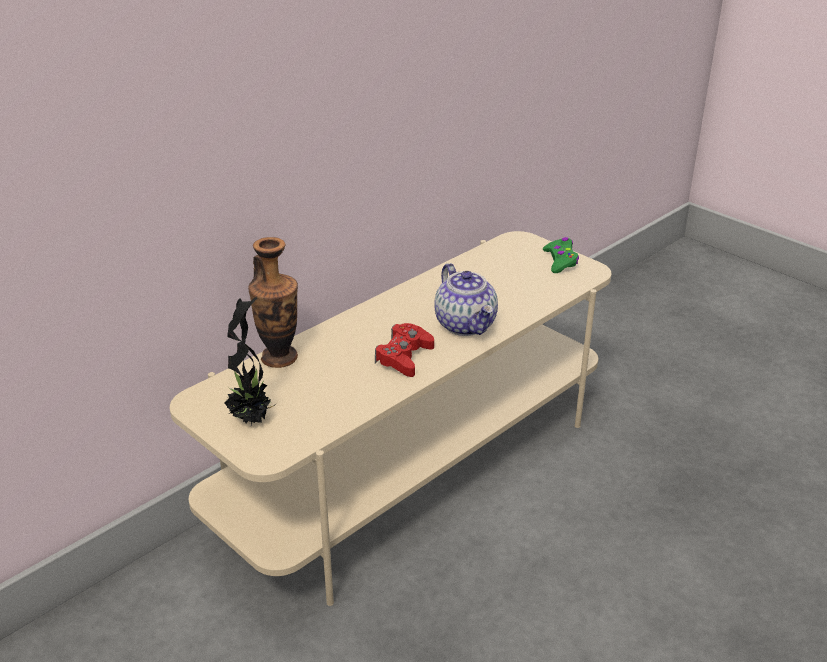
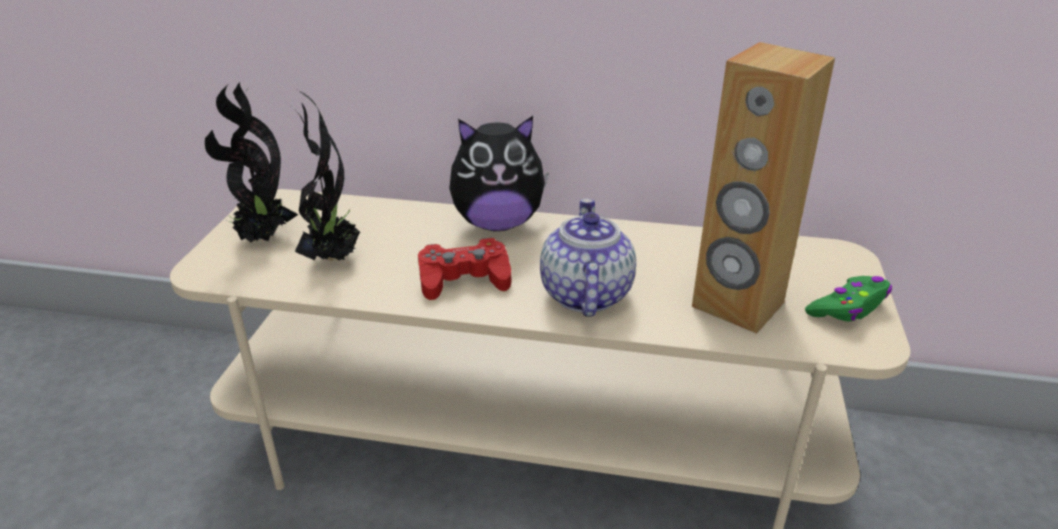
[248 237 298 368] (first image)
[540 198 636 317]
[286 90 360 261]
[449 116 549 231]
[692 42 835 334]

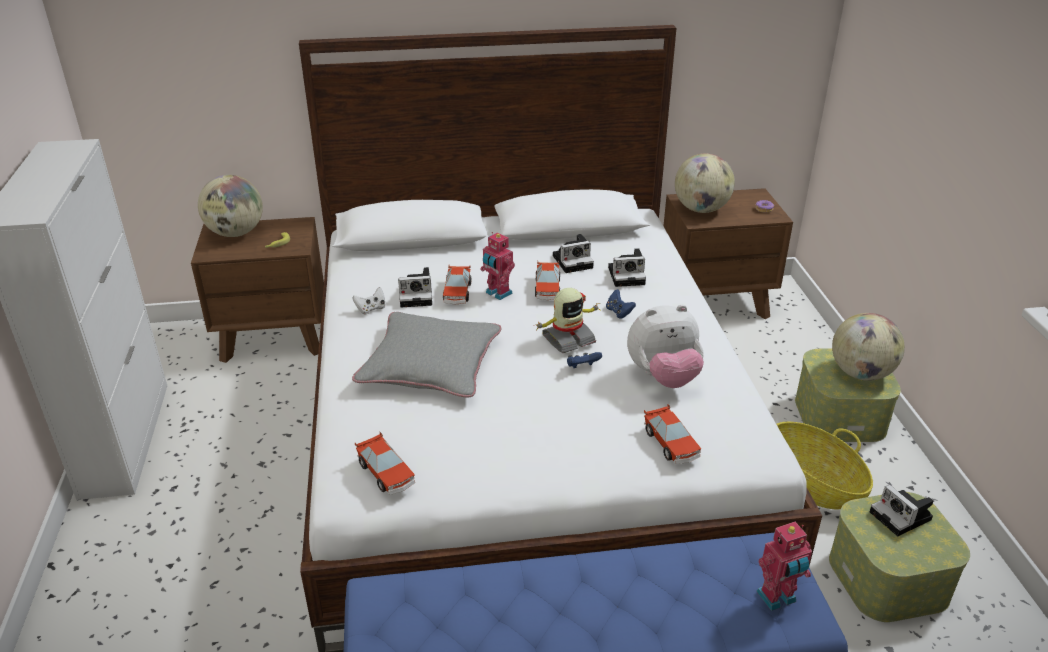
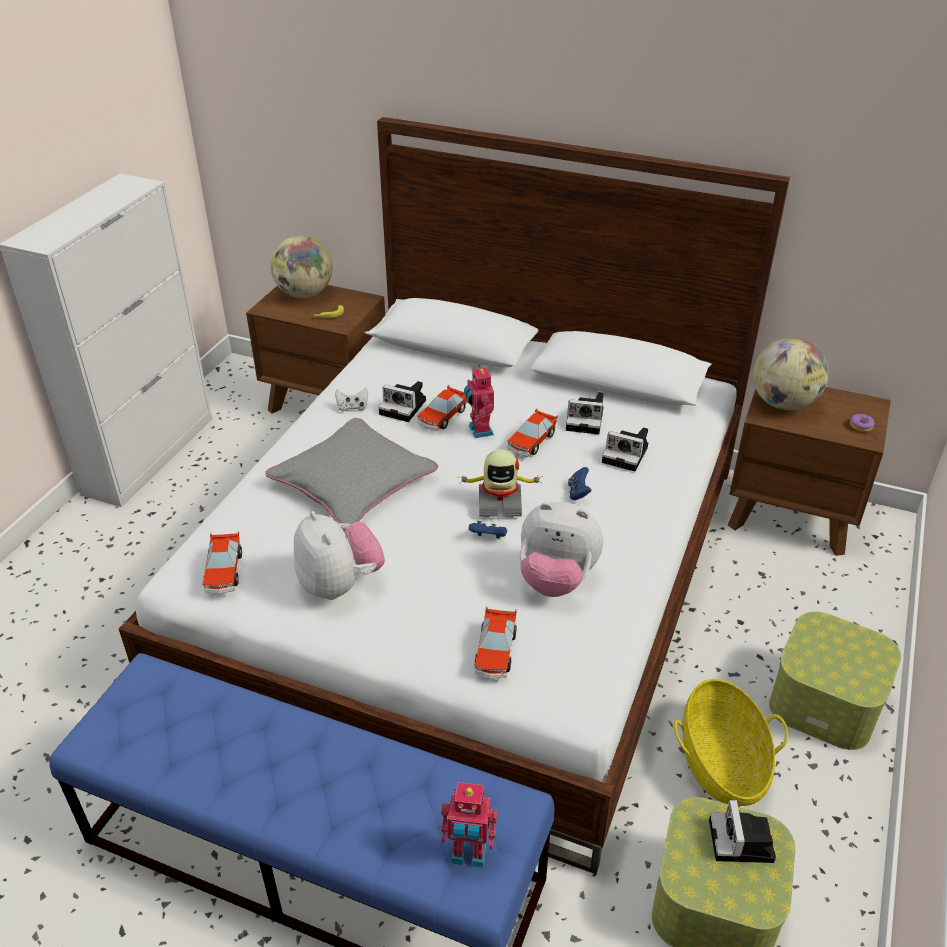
[832 313 905 381] (first image)
[294 511 385 600]

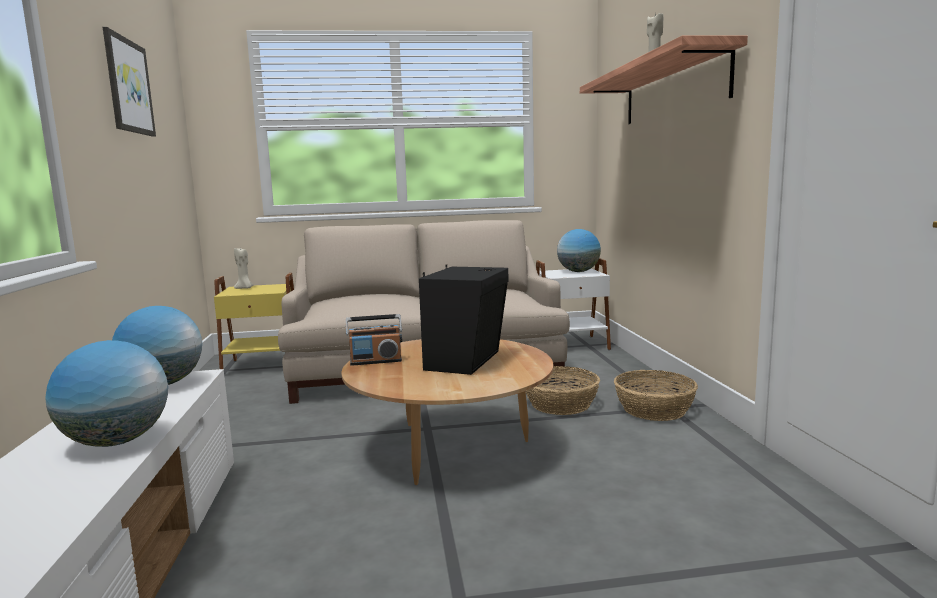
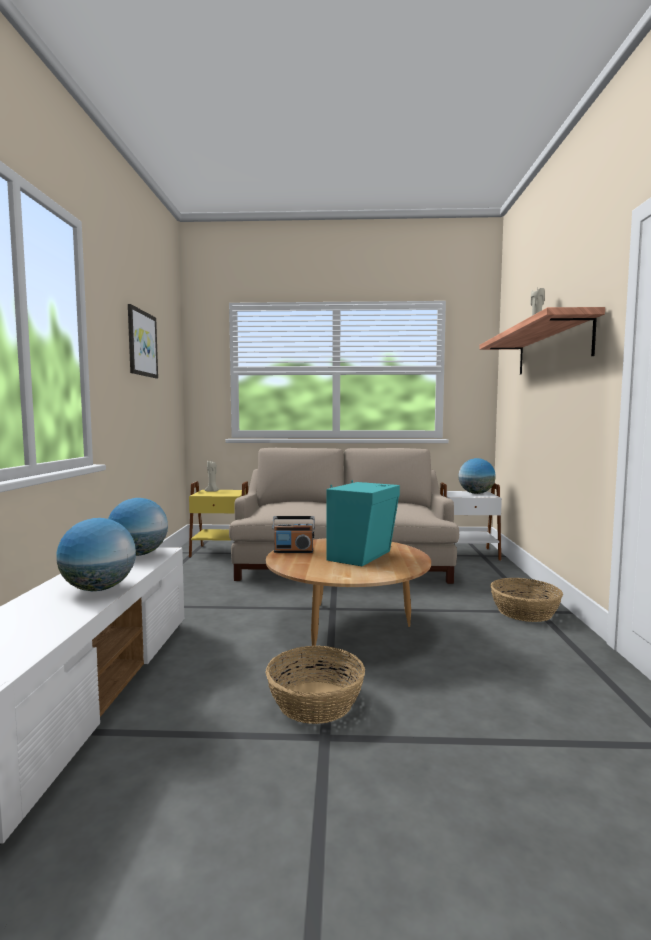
[326 480 400 566]
[265 646 365 724]

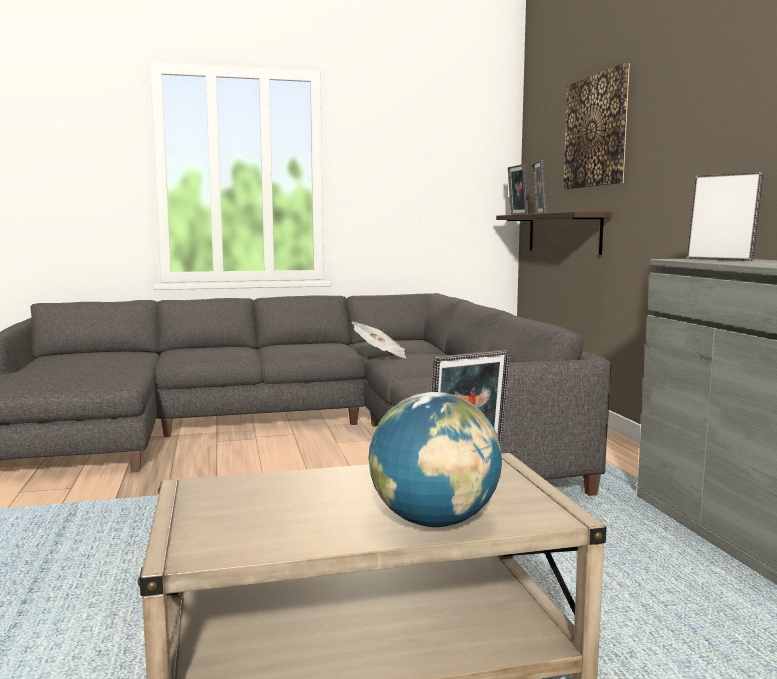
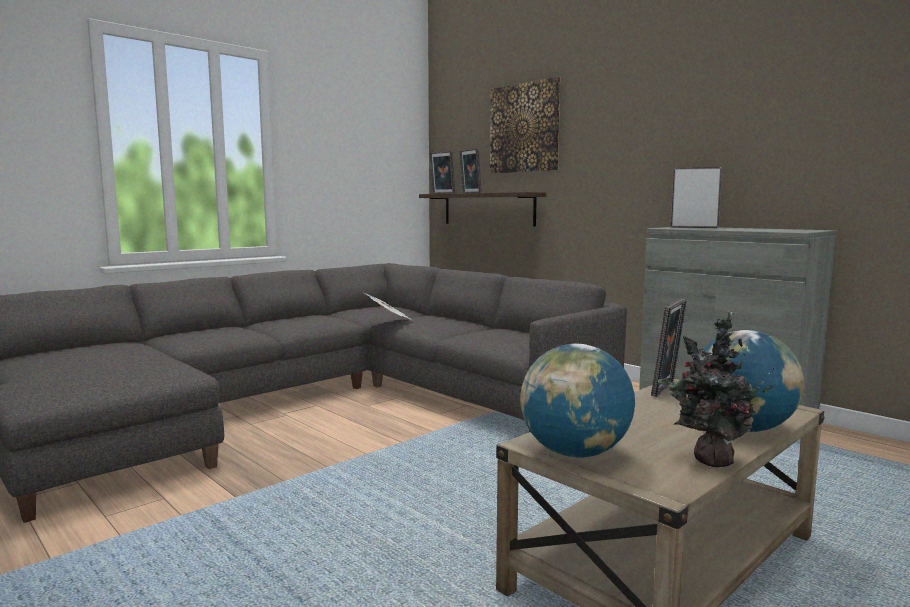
[520 344 635 458]
[658 311 775 467]

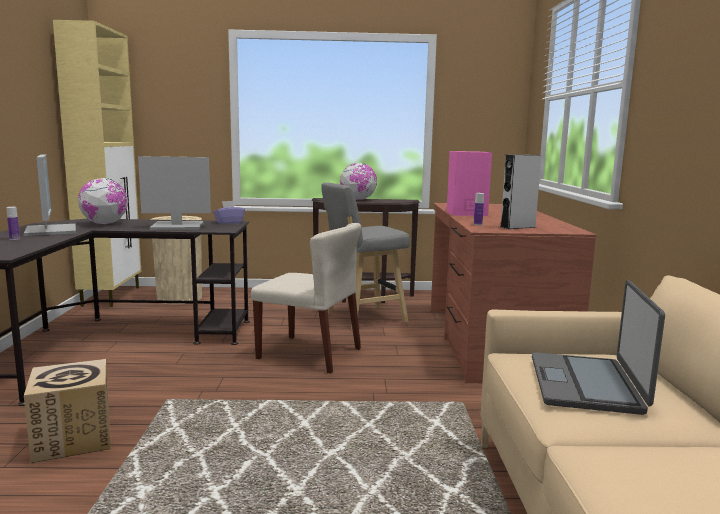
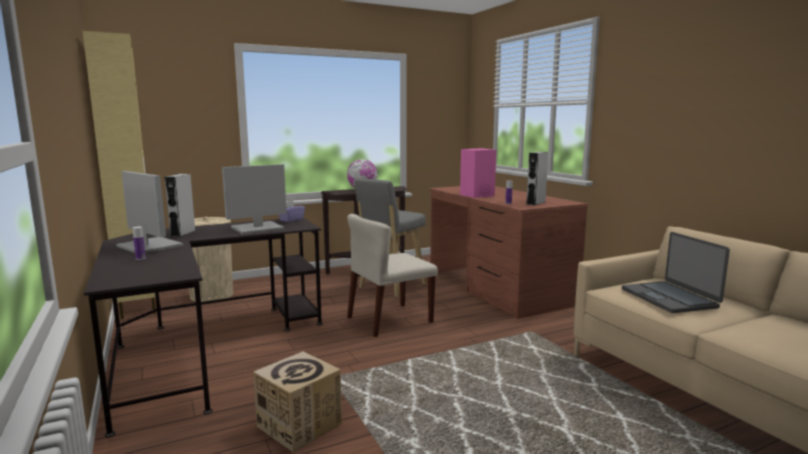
[165 174 195 237]
[347 214 438 337]

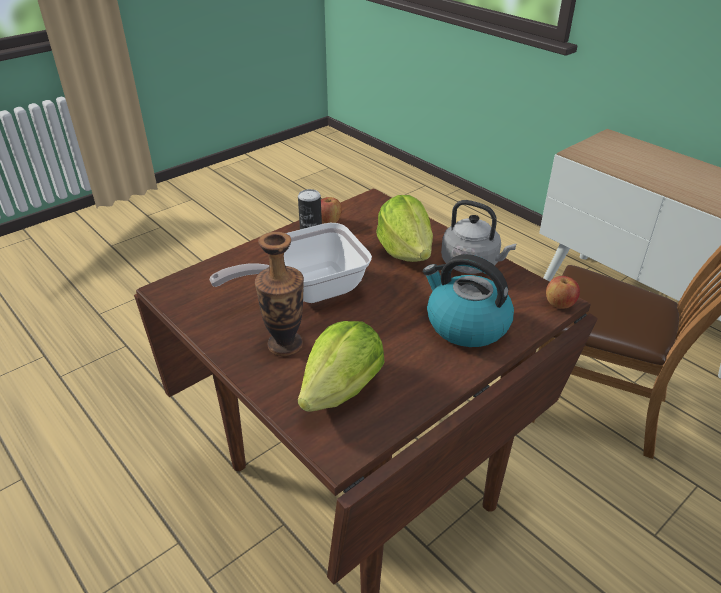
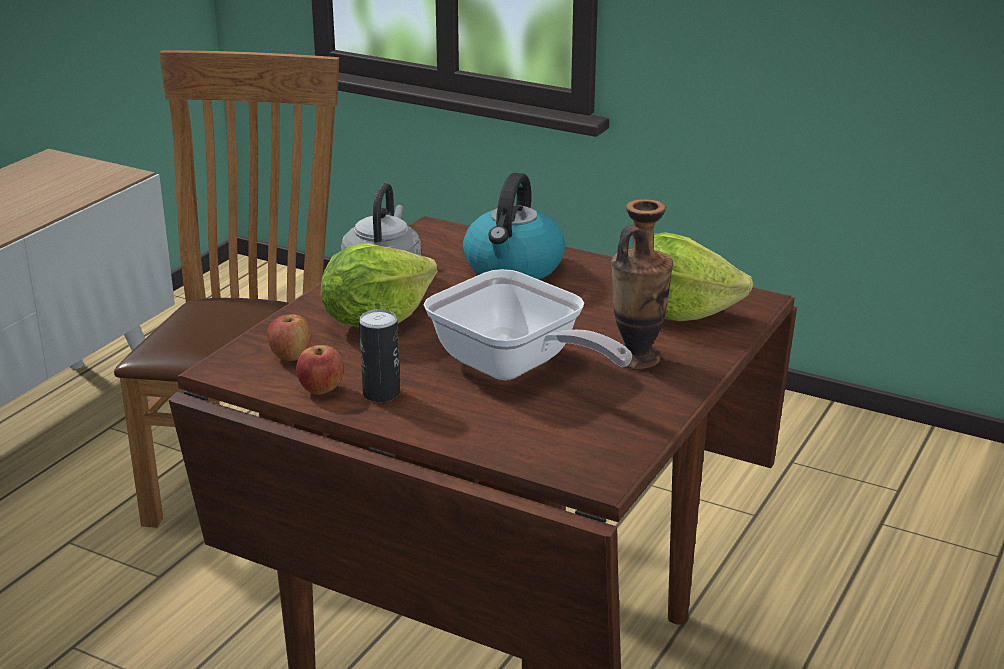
[267 314 311 361]

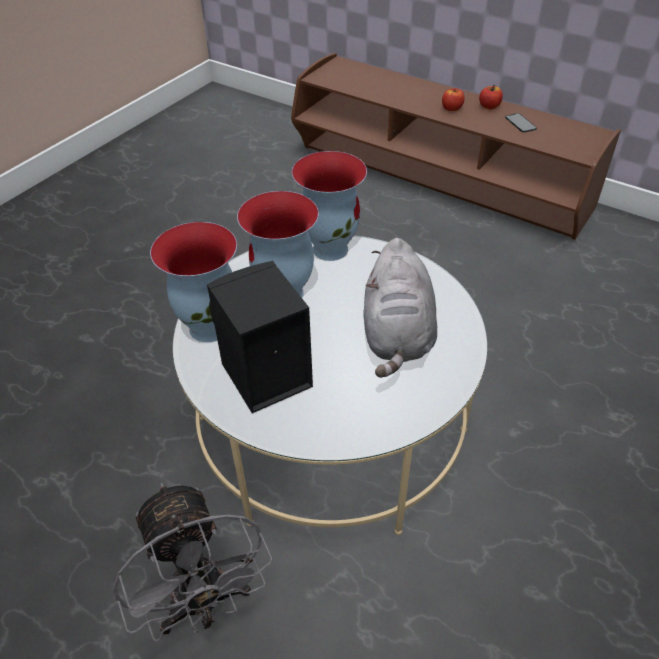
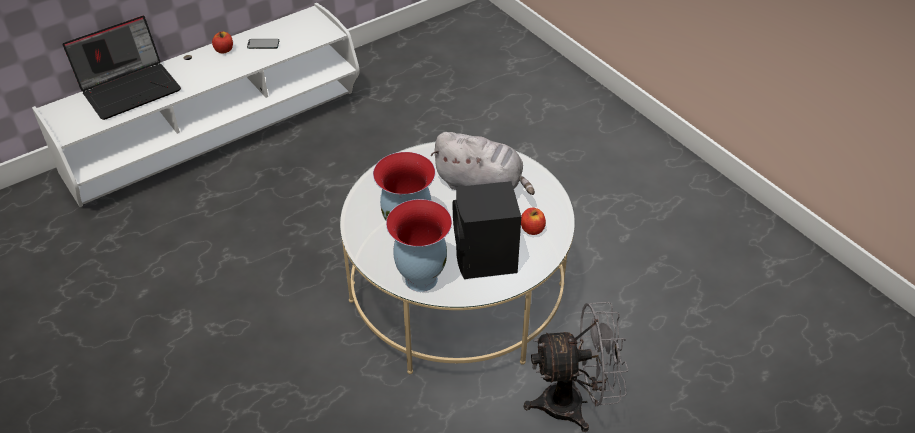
[32 3 360 207]
[292 151 367 261] (first image)
[521 208 546 235]
[62 16 181 120]

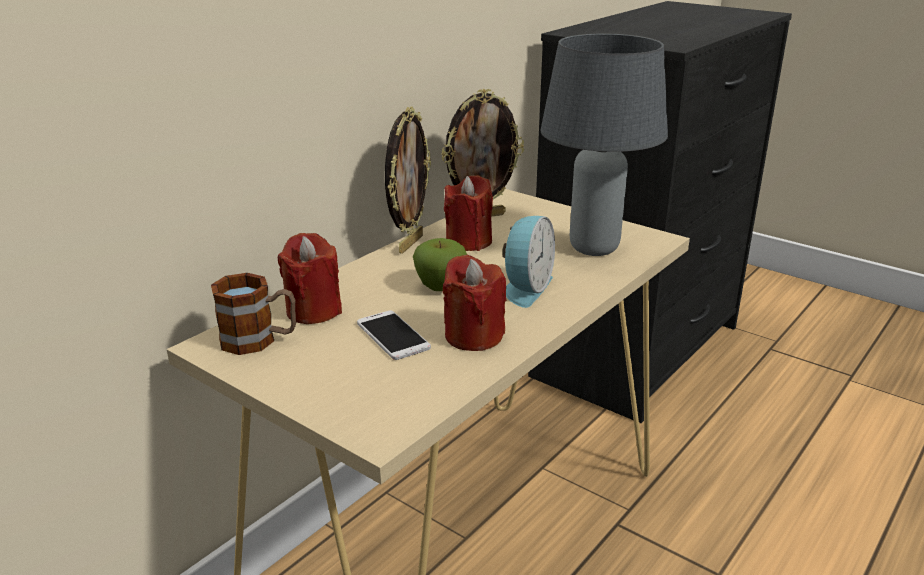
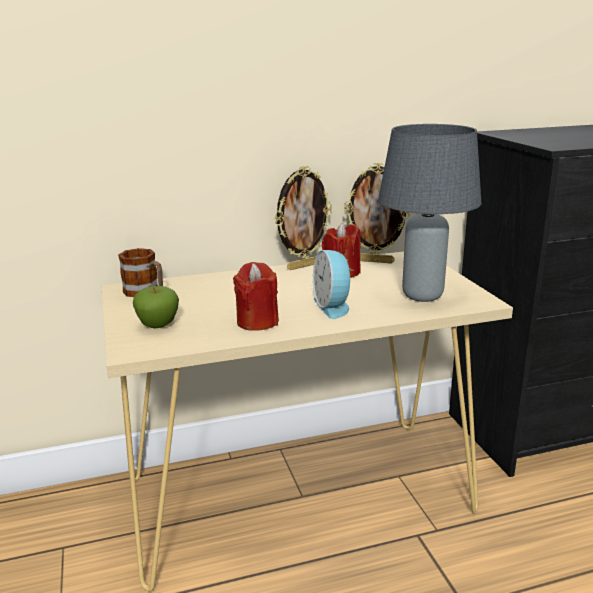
[278 233 342 324] (first image)
[357 310 431 360] (first image)
[133 286 179 328]
[313 250 354 319]

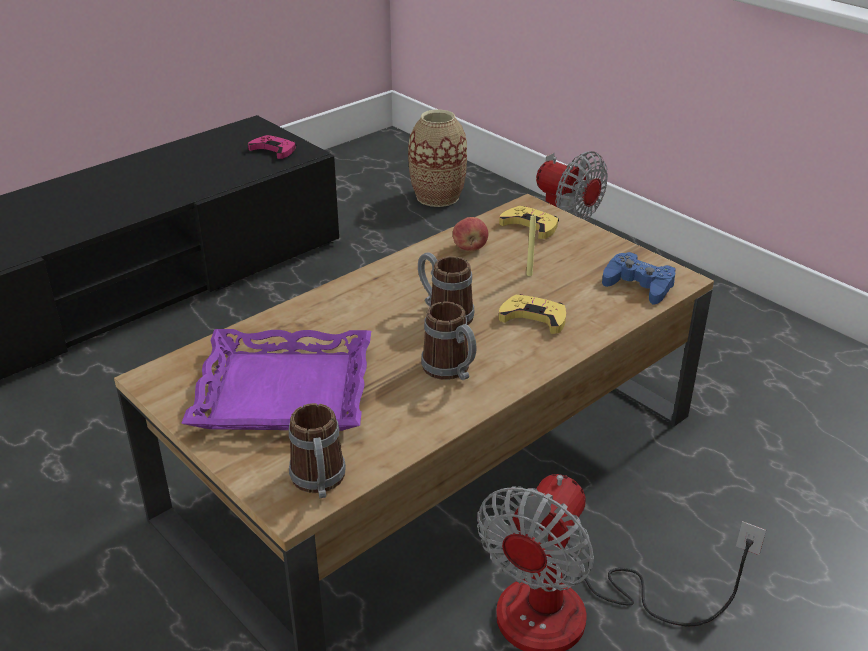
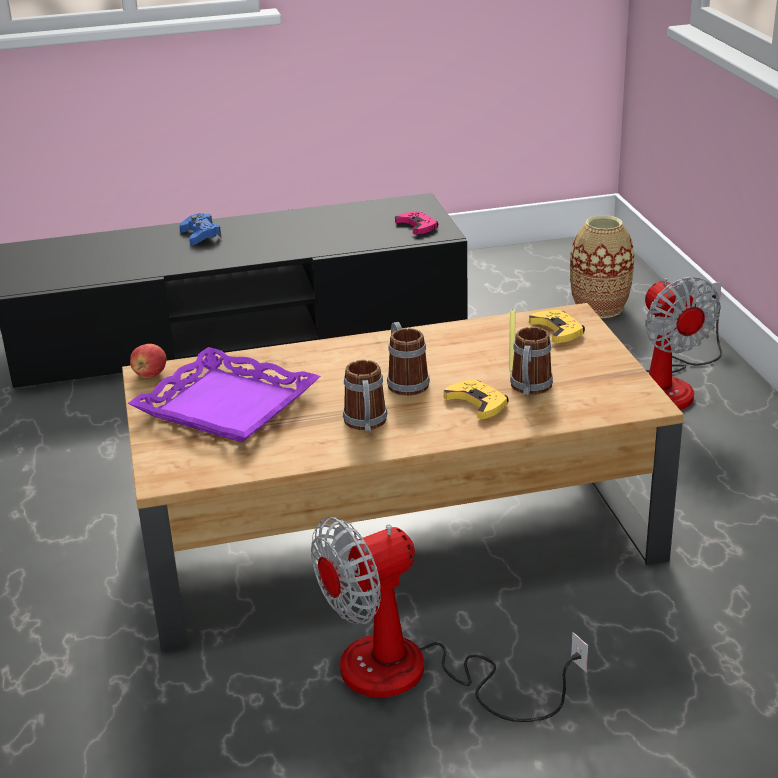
[510 327 553 396]
[130 344 166 378]
[179 213 221 246]

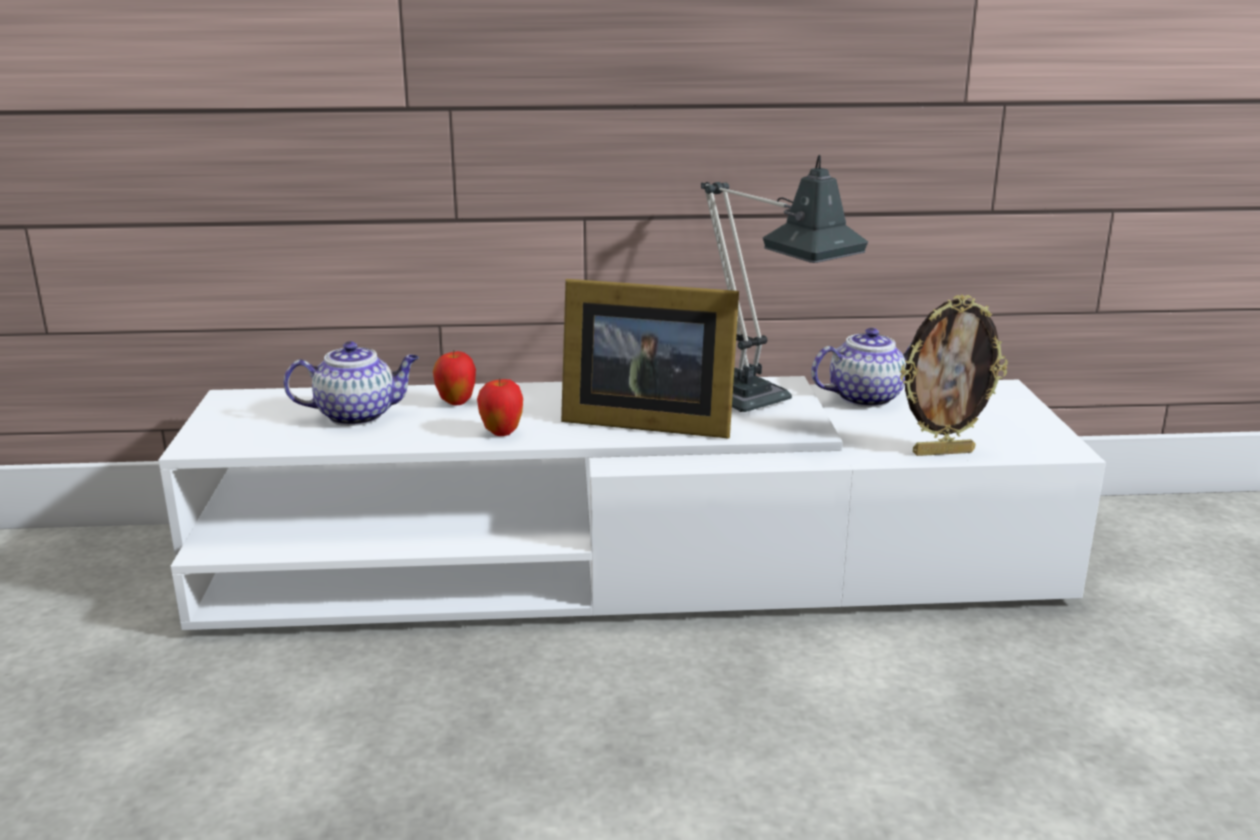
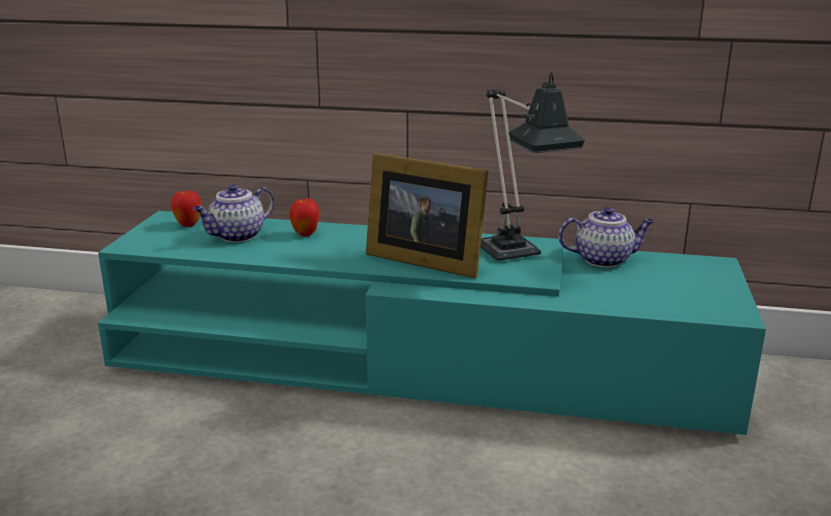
[98 211 766 435]
[193 184 274 242]
[171 191 201 227]
[900 294 1008 456] (first image)

